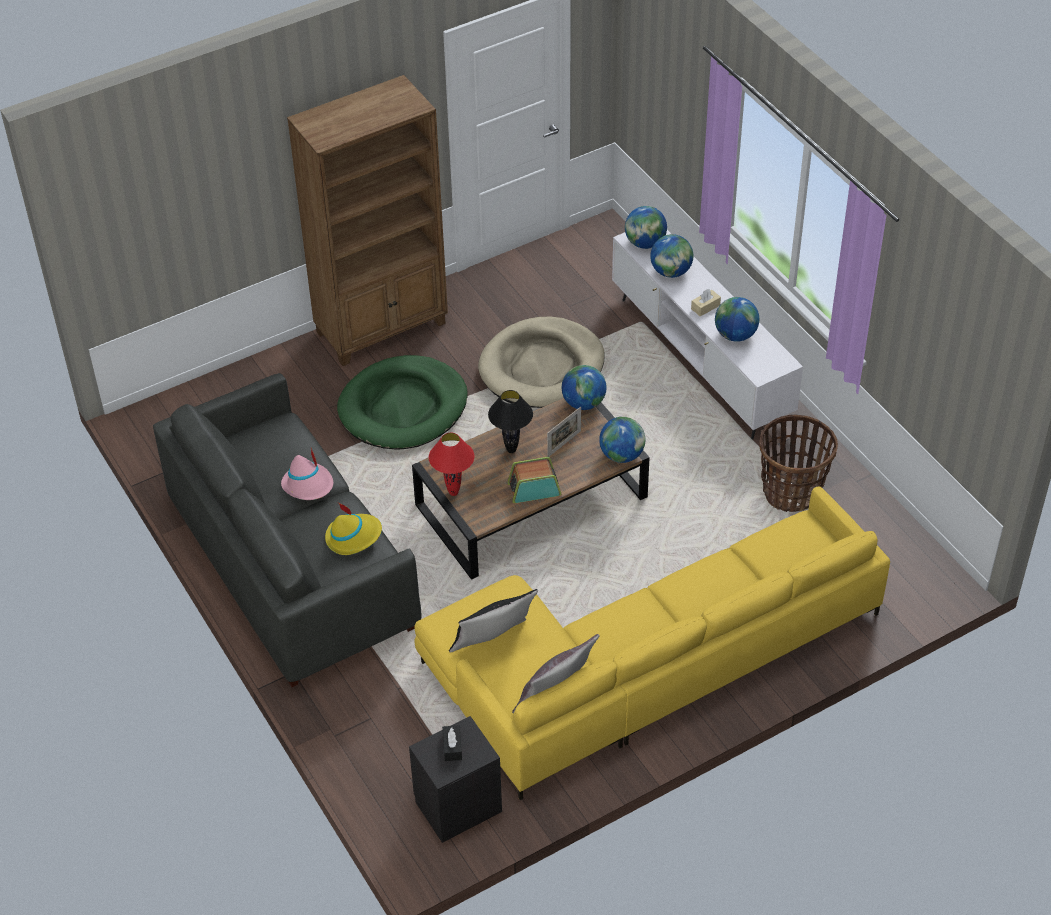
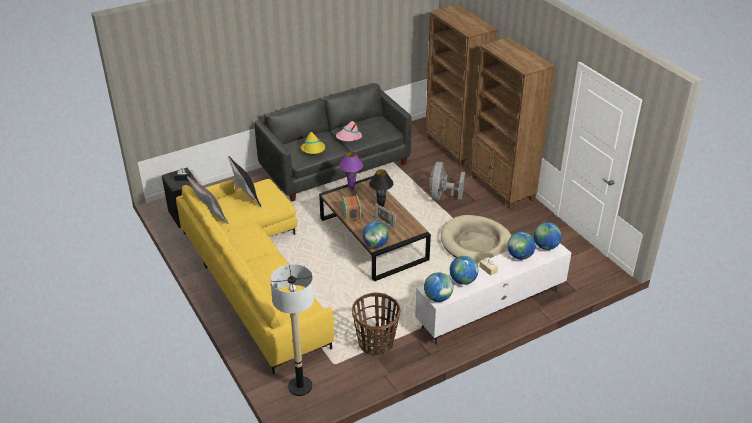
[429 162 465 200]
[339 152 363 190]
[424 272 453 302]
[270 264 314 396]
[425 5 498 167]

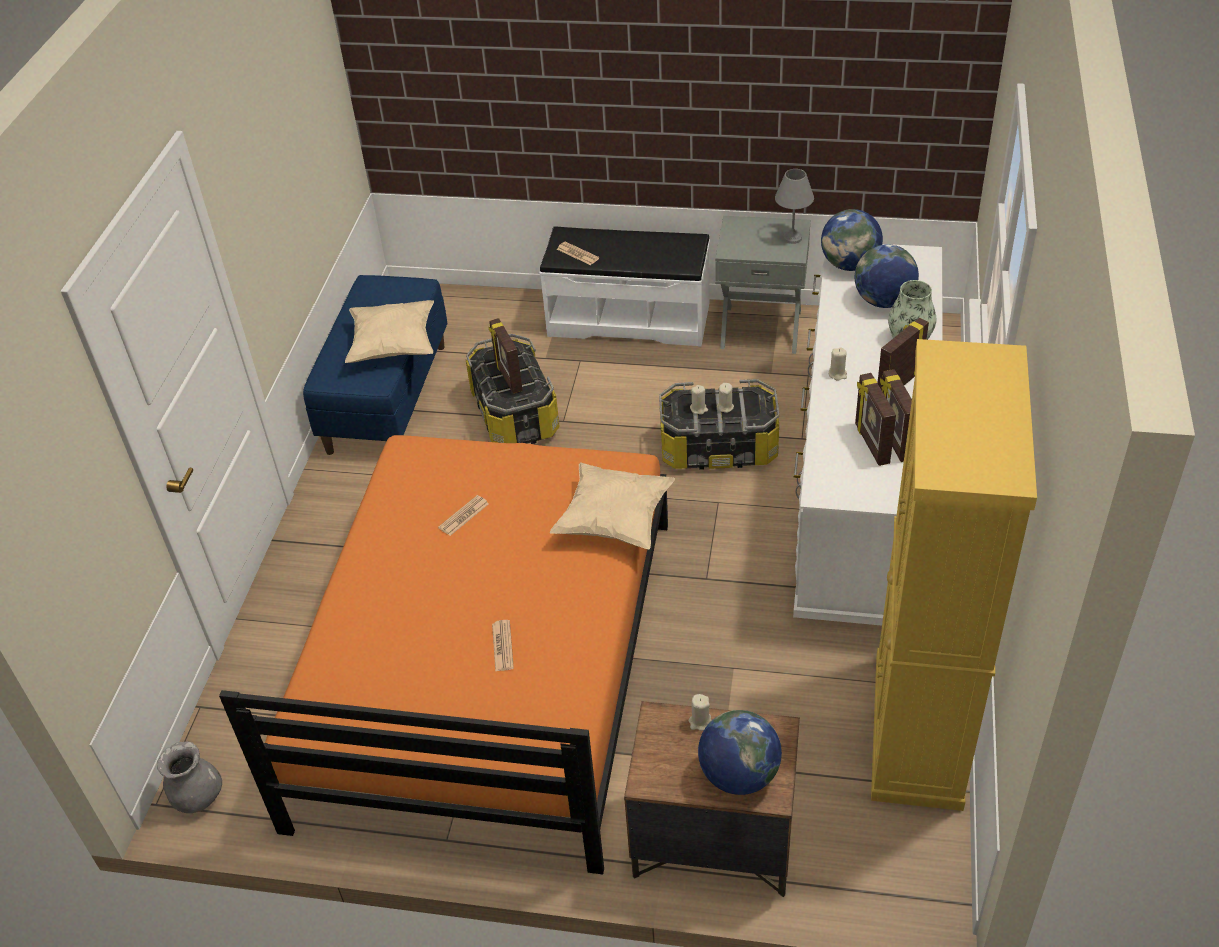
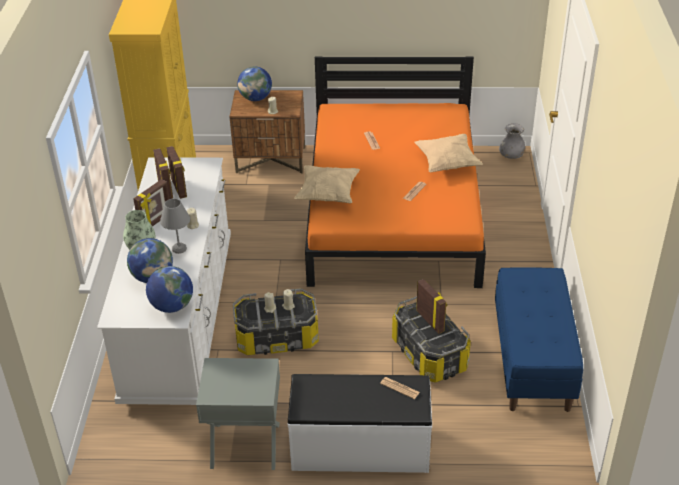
[414 134 483 173]
[160 198 190 254]

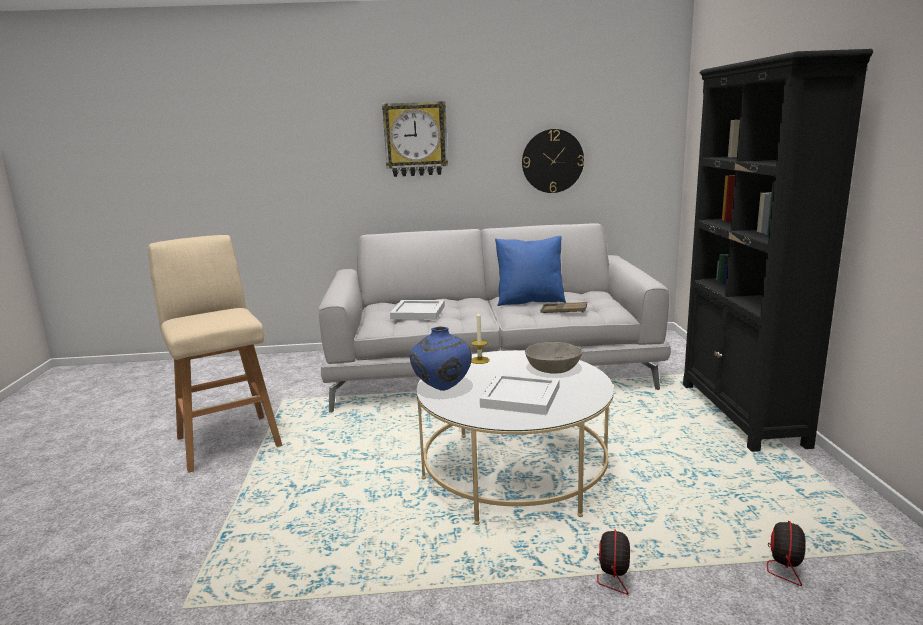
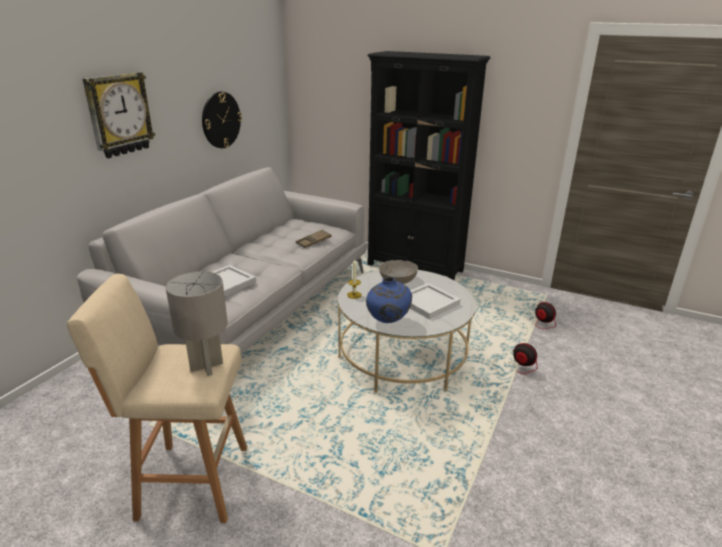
[495 236 566 306] (first image)
[166 271 228 376]

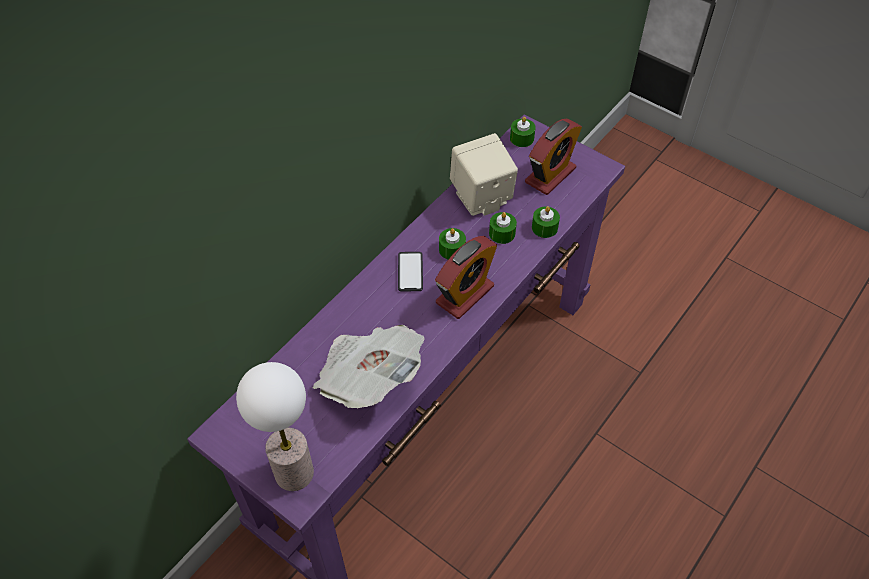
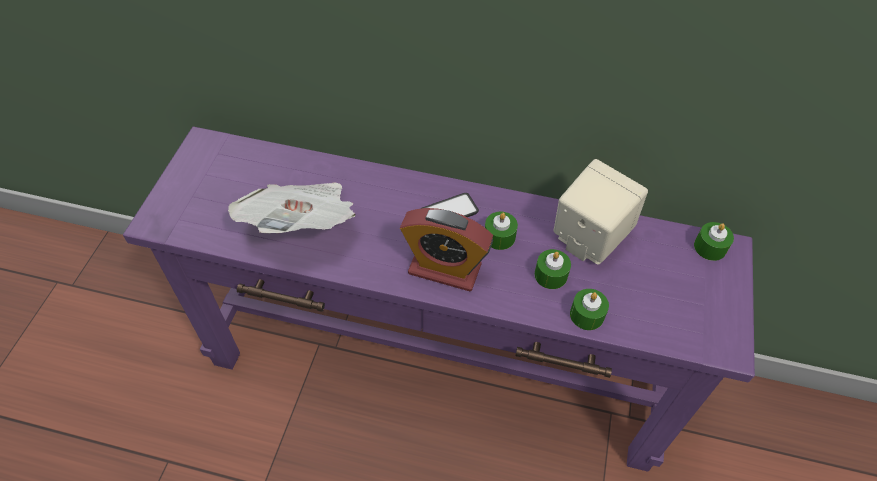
[236 362 314 491] (first image)
[525 119 582 195] (first image)

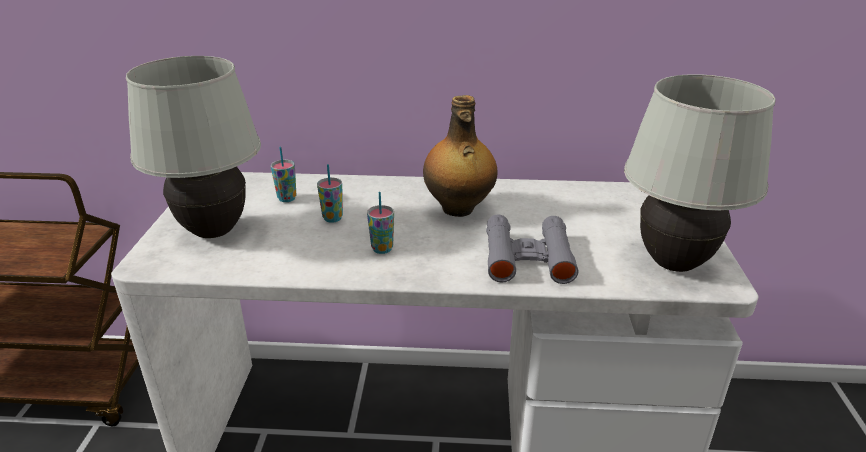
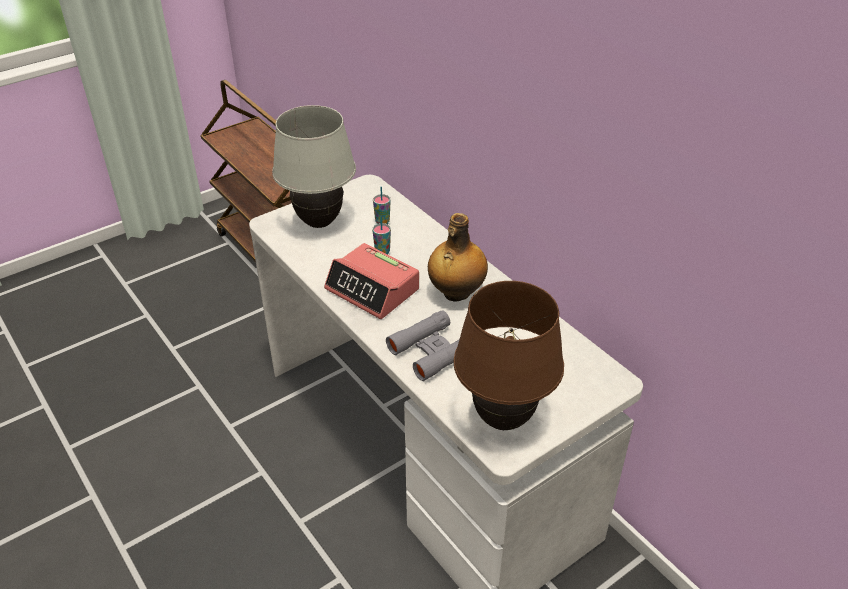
[324 243 419 319]
[454 281 564 430]

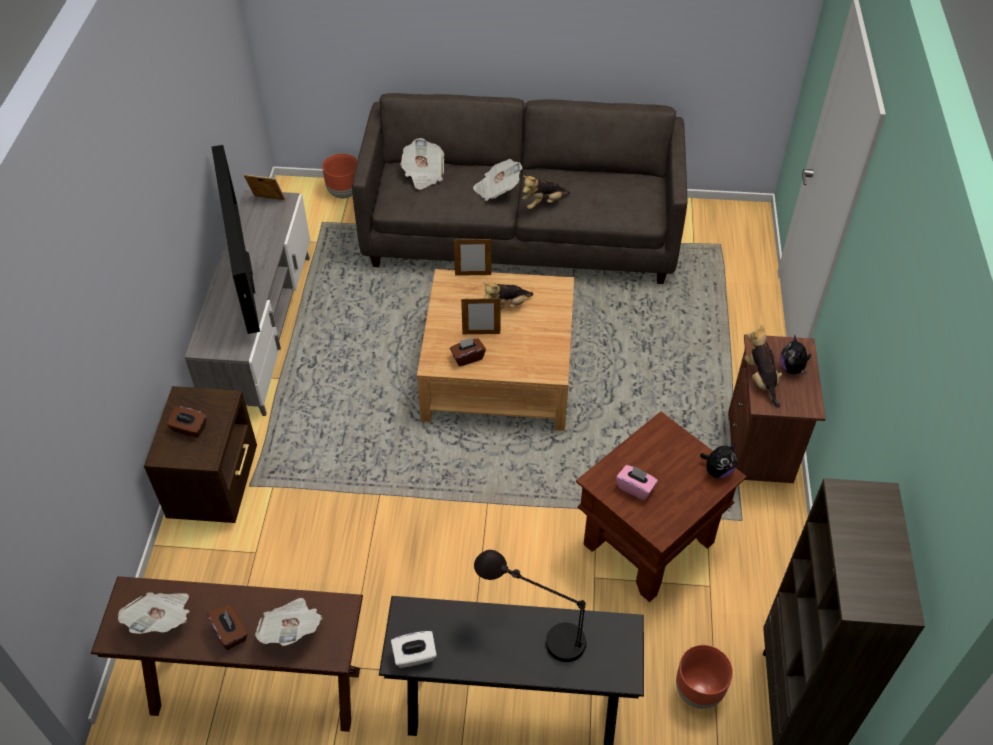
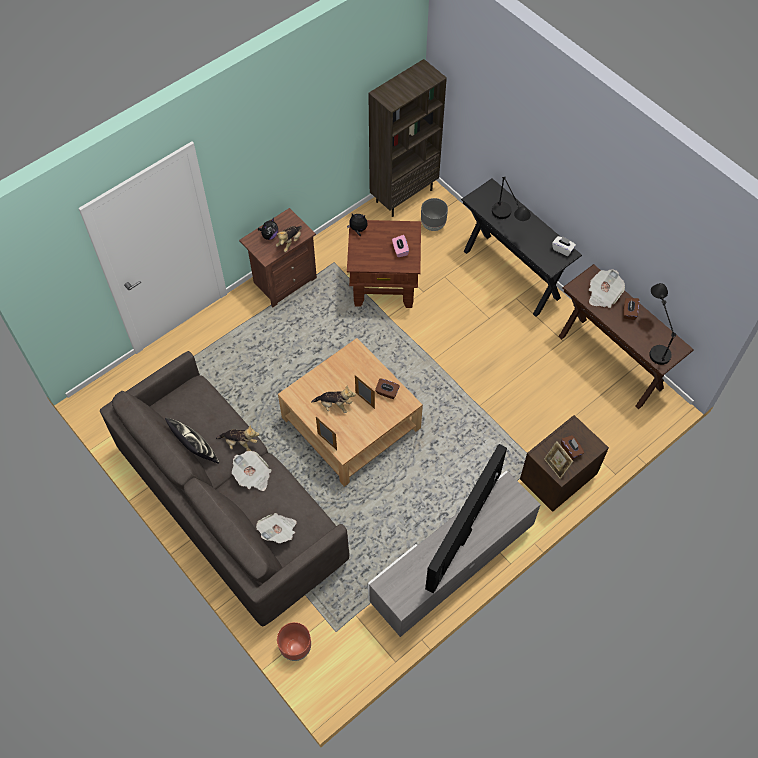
[649 283 676 365]
[544 441 573 479]
[421 198 448 231]
[165 417 220 464]

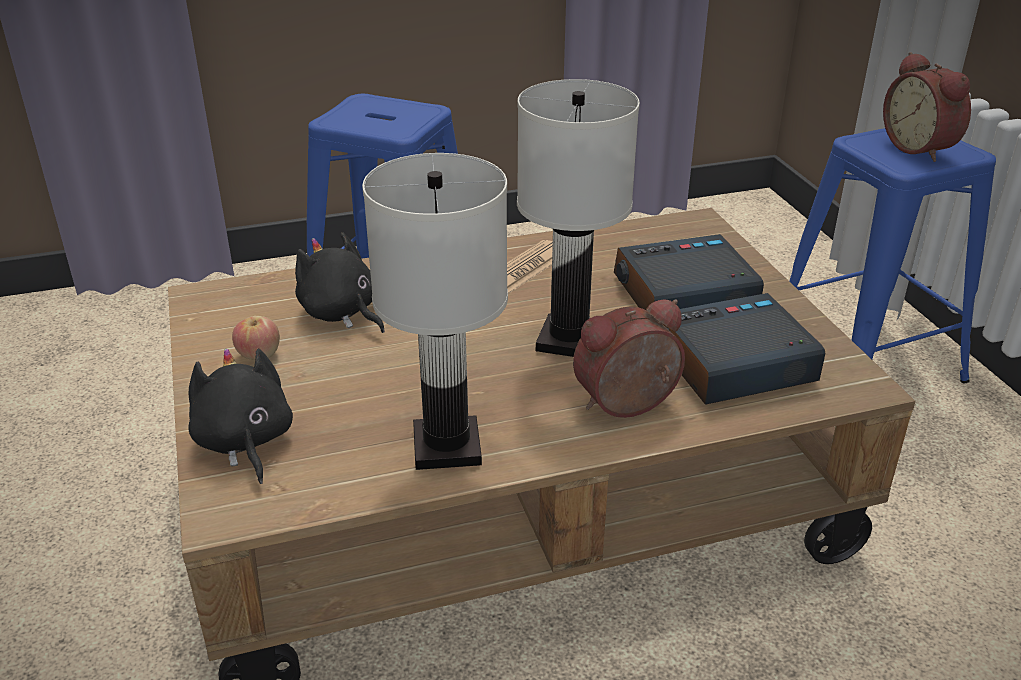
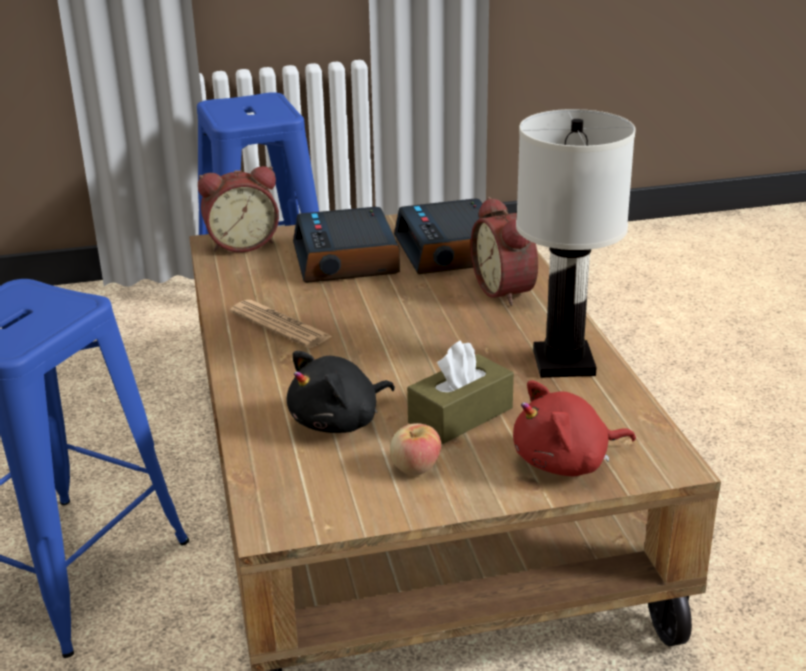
[513 380 636 476]
[517 79 640 357] (first image)
[198 166 279 252]
[407 340 514 444]

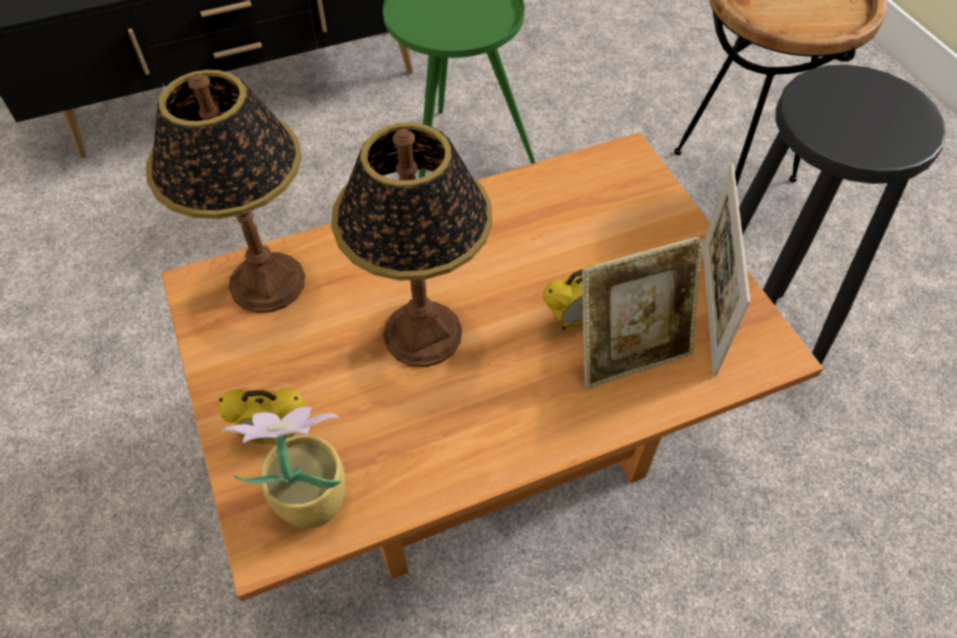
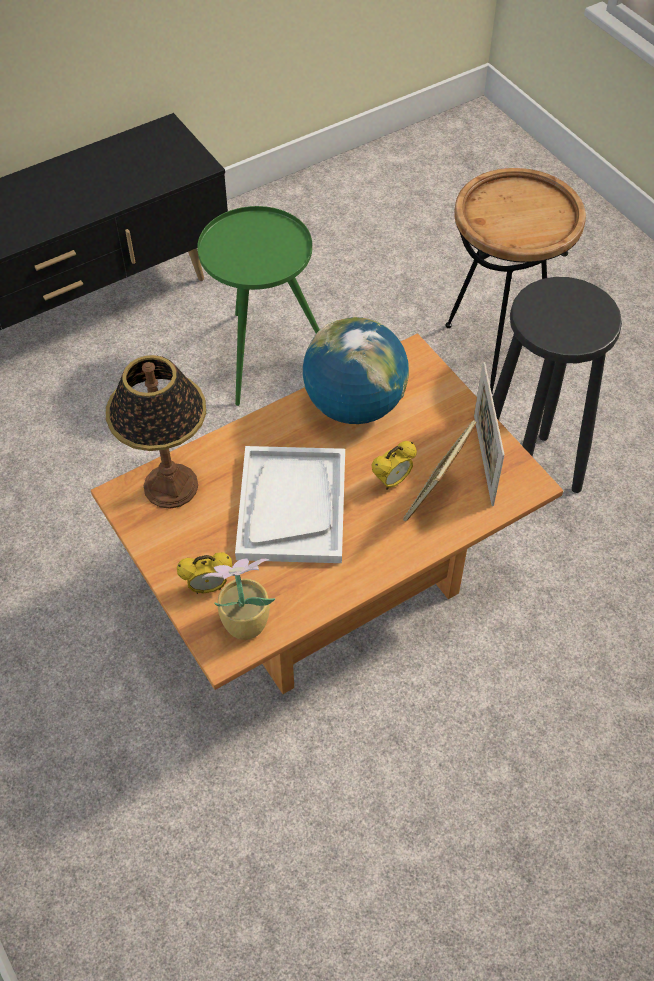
[235 446 345 563]
[403 420 476 521]
[302 317 409 424]

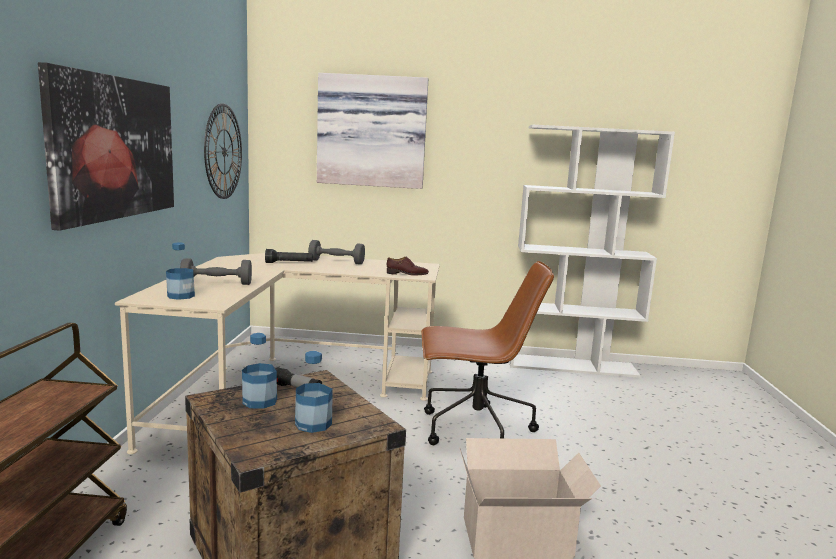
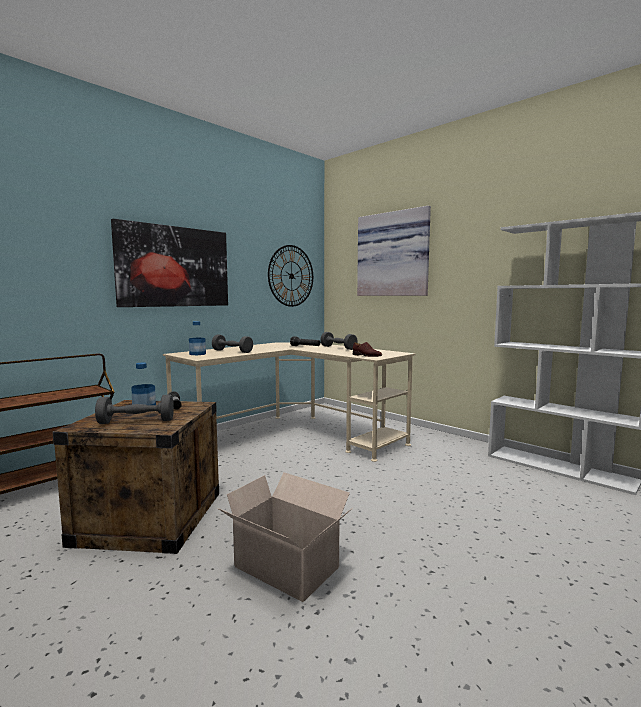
[95 394 174 424]
[421 261 554 445] (first image)

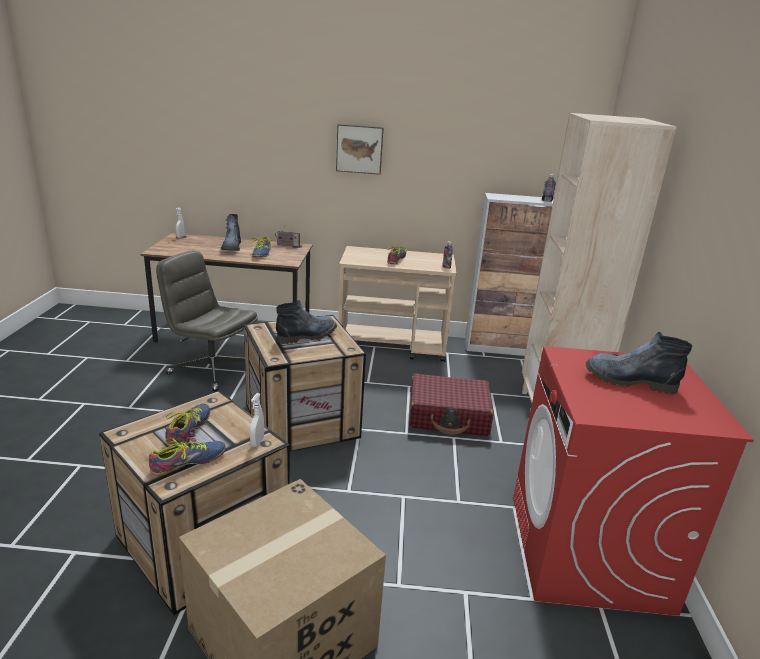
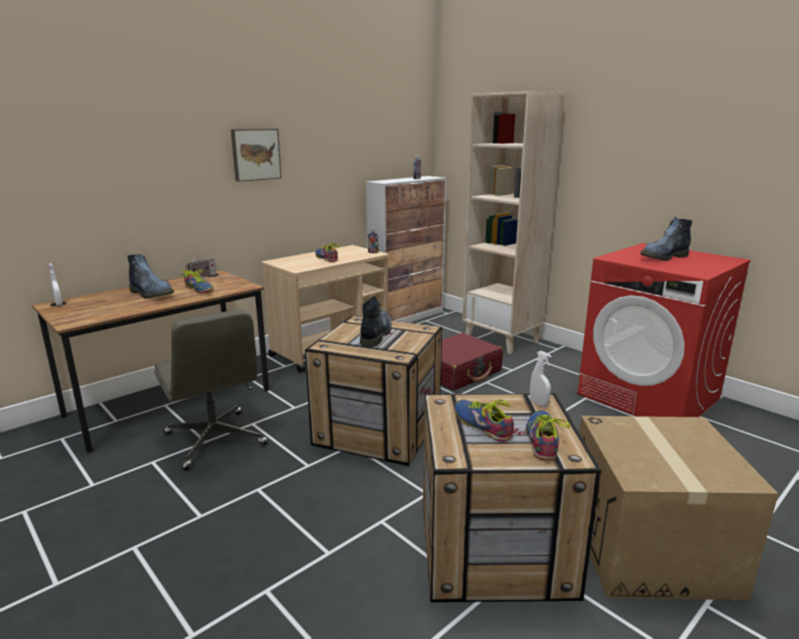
[154 310 268 470]

